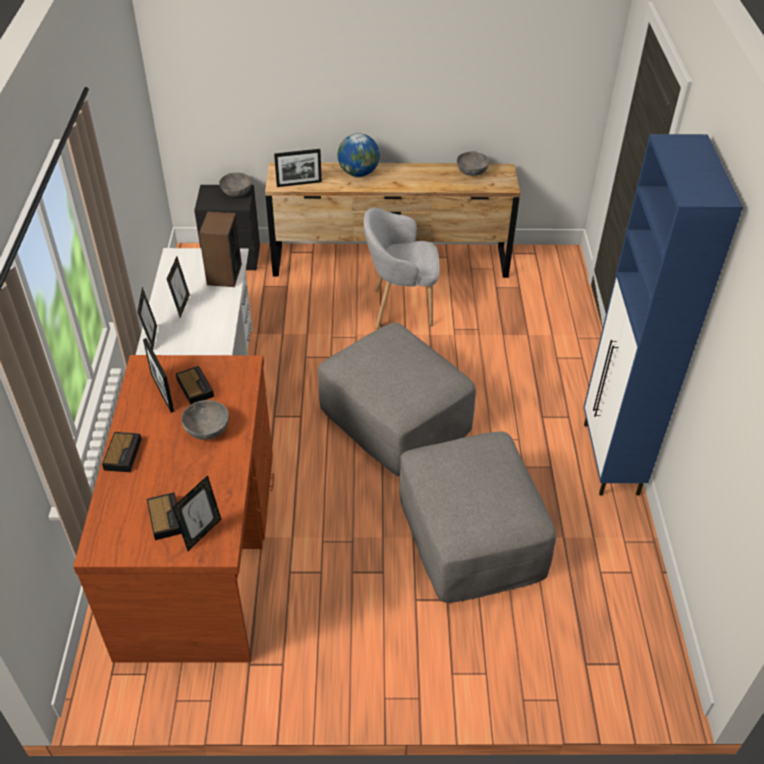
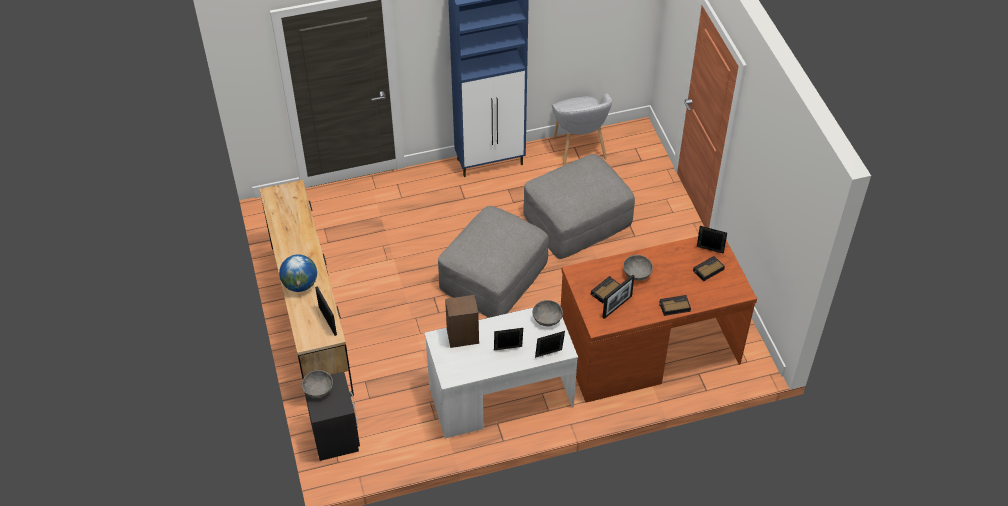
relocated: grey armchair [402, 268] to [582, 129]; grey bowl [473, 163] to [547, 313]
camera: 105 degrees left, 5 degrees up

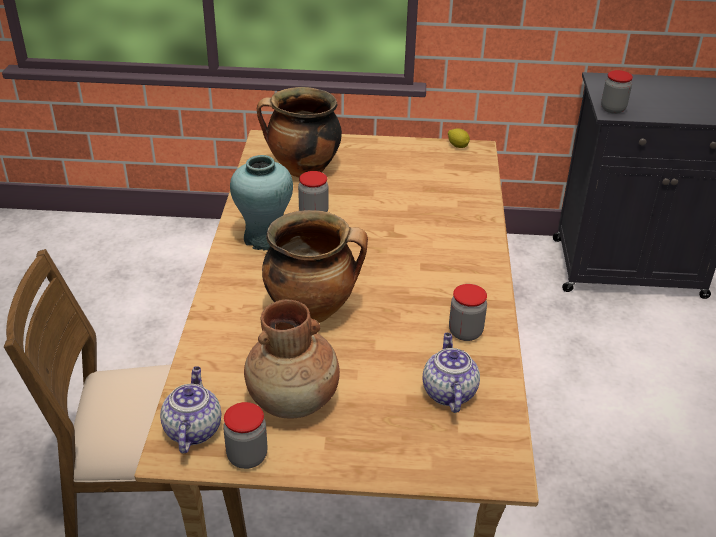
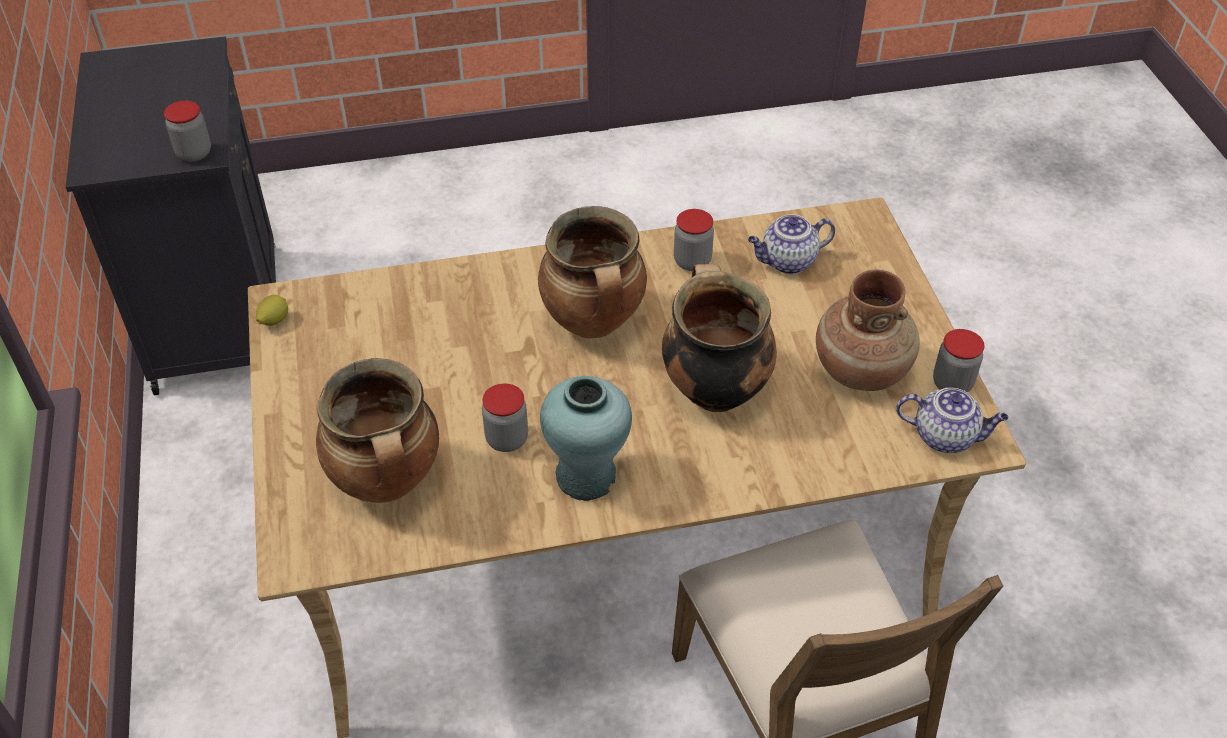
appeared: cooking pot [592, 272]
spun: teapot [190, 410] = [952, 420] 150 degrees counterclockwise
camera: 105 degrees left, 10 degrees up

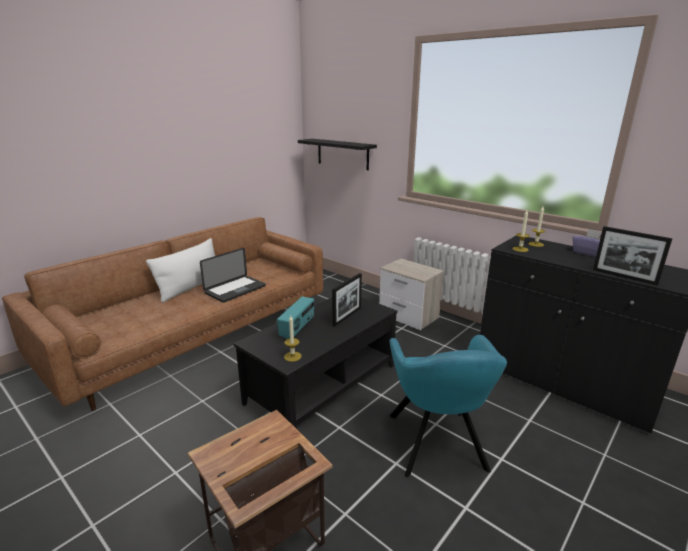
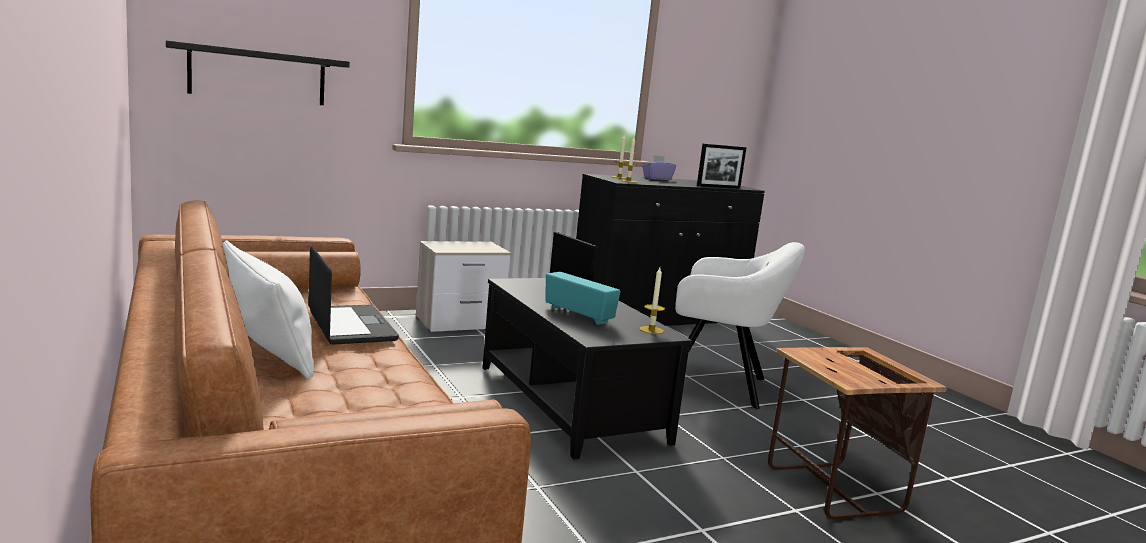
colour: turquoise armchair [448, 406] to white armchair [740, 325]
camera: 70 degrees left, 10 degrees down

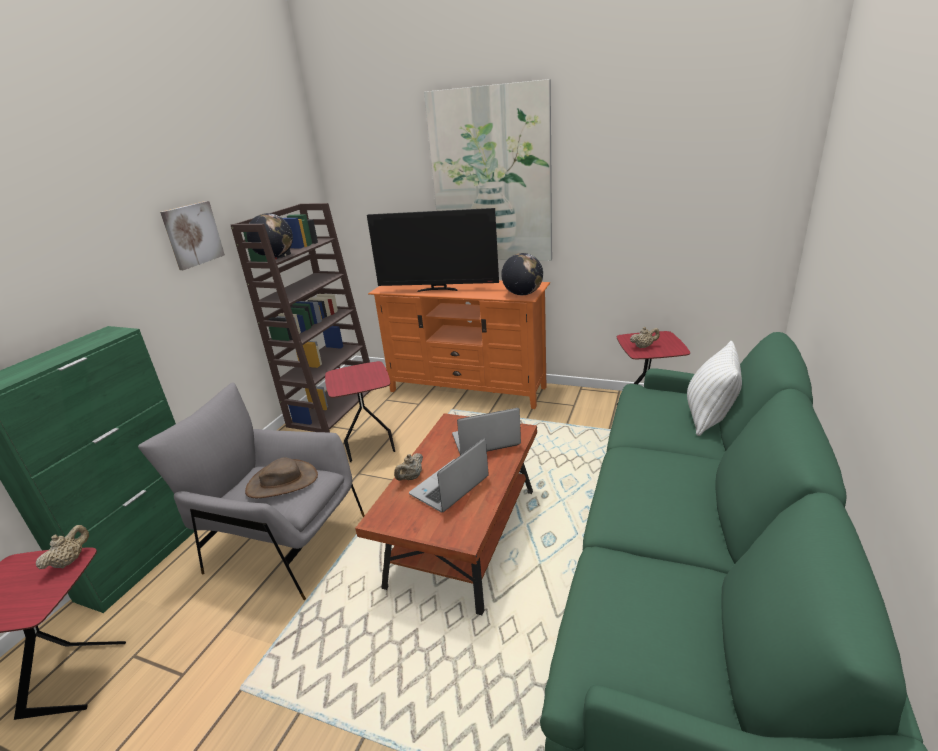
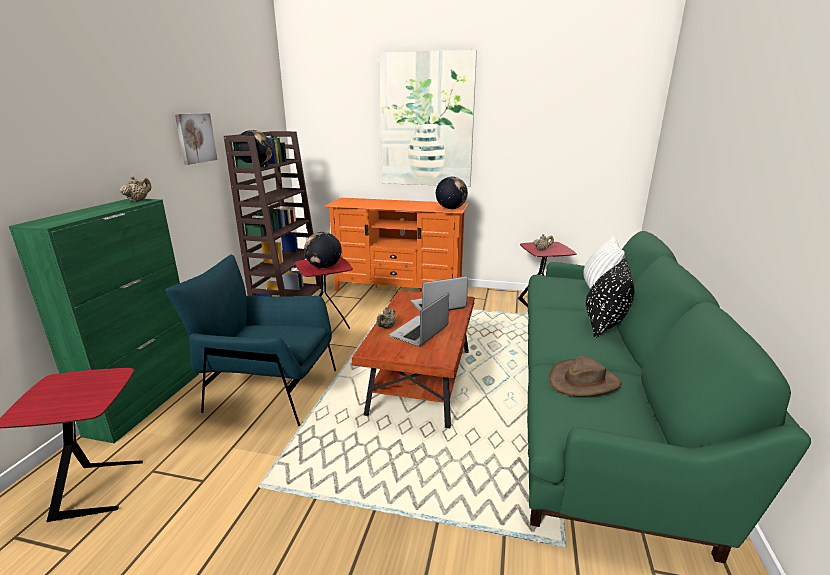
missing: television [433, 250]
appeared: globe [323, 250]; black pillow [610, 298]
relocated: beige teapot [62, 547] to [135, 189]; brown hat [281, 478] to [585, 376]
colour: grey armchair [251, 491] to blue armchair [250, 340]
camera: 10 degrees left, 5 degrees down

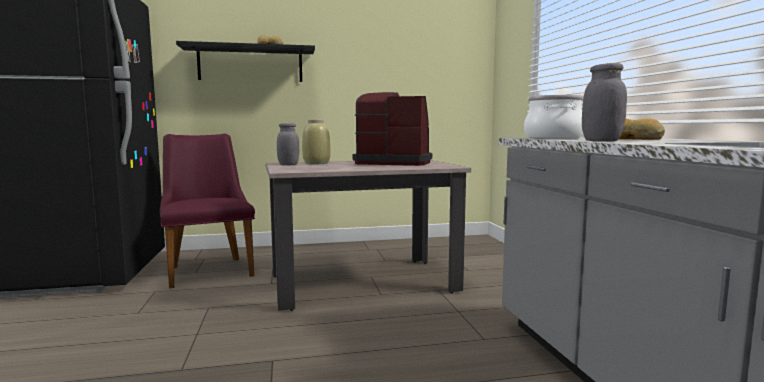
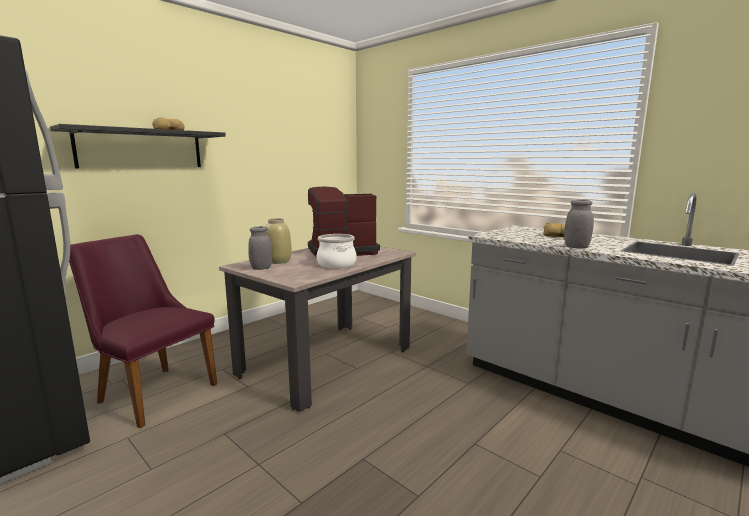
relocated: cooking pot [554, 117] to [337, 251]
camera: 35 degrees left, 5 degrees up

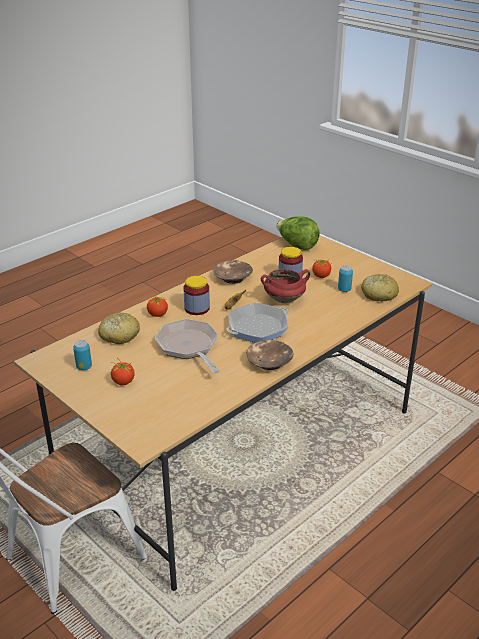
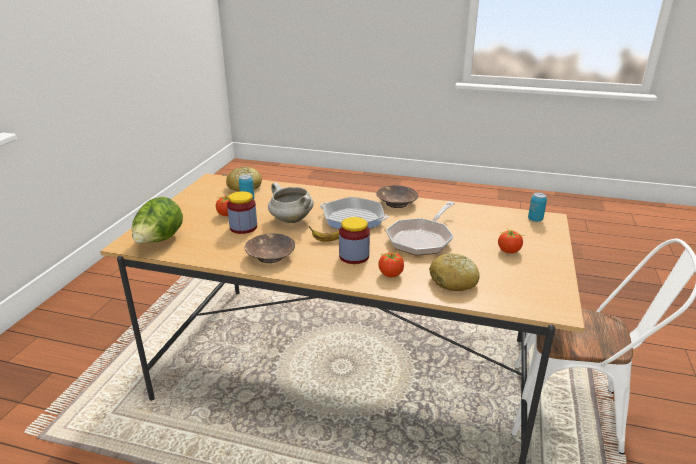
relocated: can [82, 355] to [537, 207]
colour: red cooking pot [285, 286] to white cooking pot [291, 203]
camera: 120 degrees left, 5 degrees down

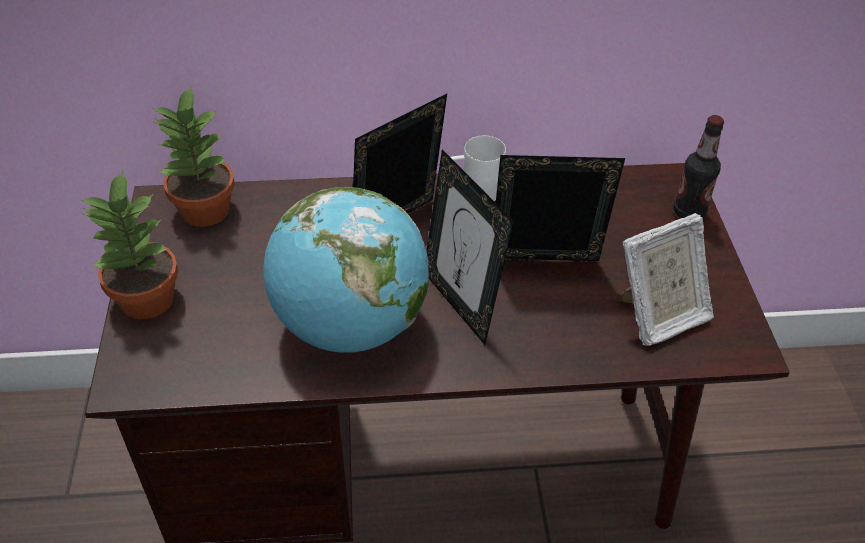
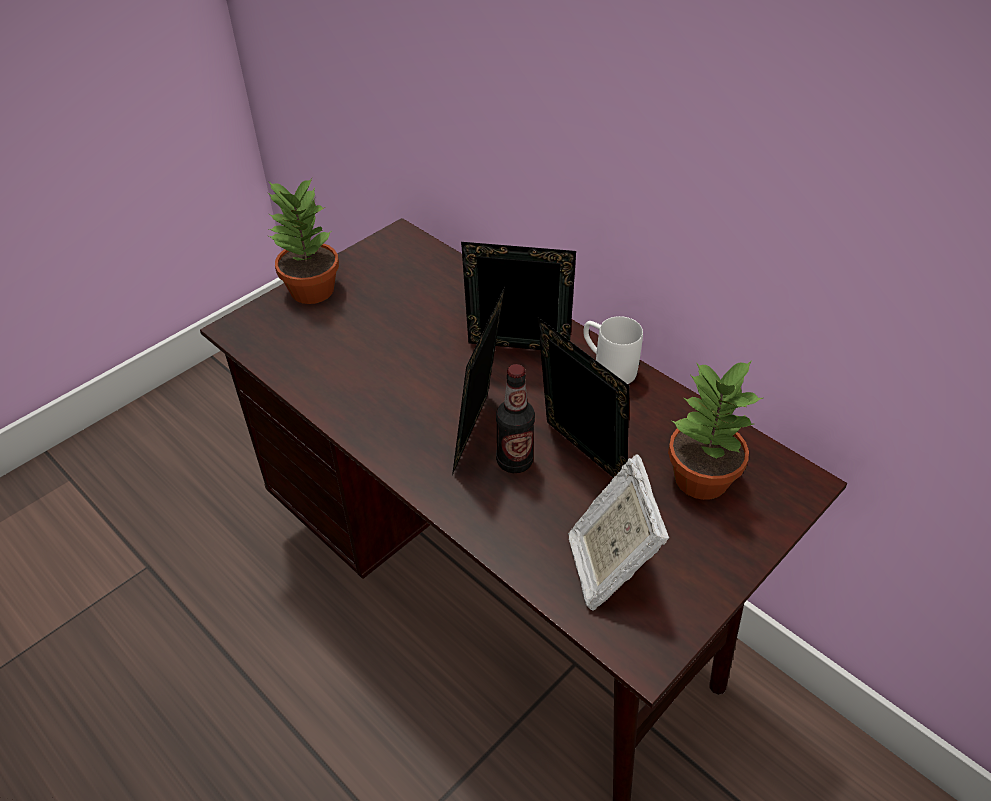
missing: globe [346, 270]
relocated: potted plant [194, 156] to [715, 430]; bottle [699, 166] to [515, 418]
spun: picture frame [666, 279] = [618, 532] 60 degrees clockwise
camera: 50 degrees right, 0 degrees up

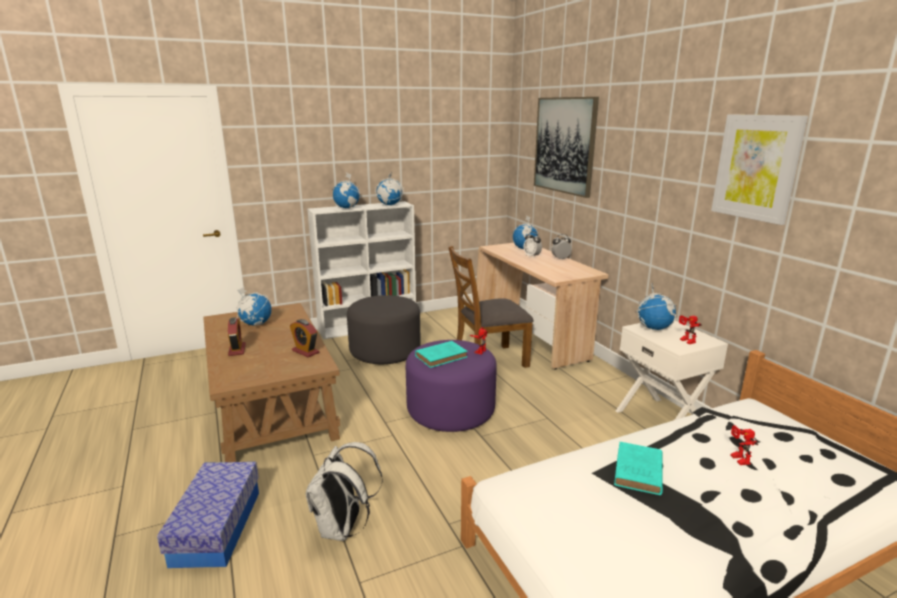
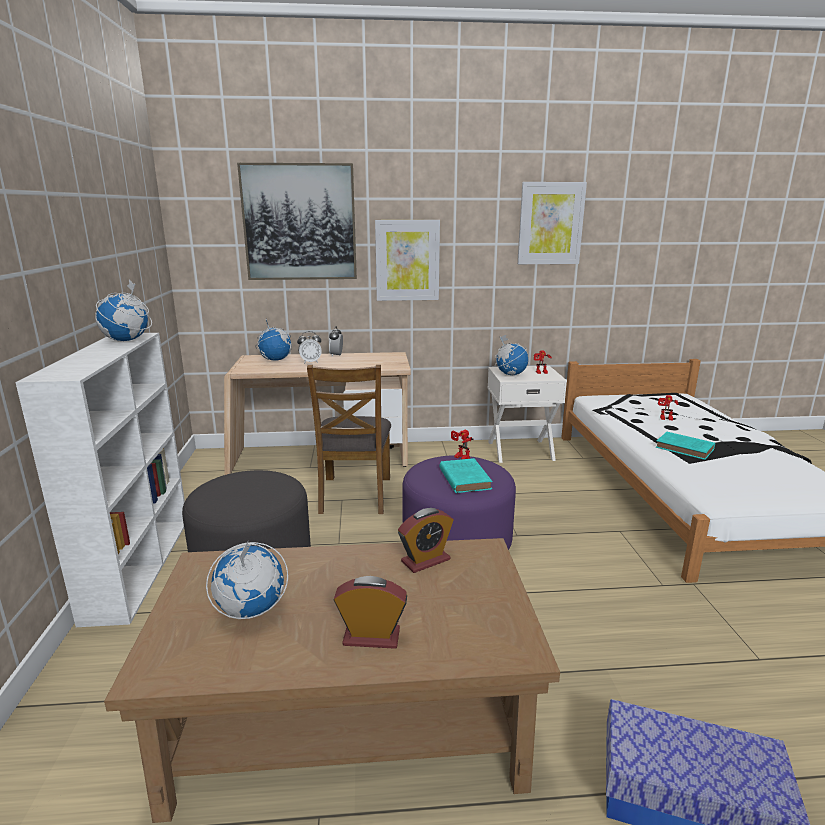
missing: white backpack [344, 491]; globe [346, 190]
appeared: picture [407, 260]
camera: 70 degrees left, 0 degrees up

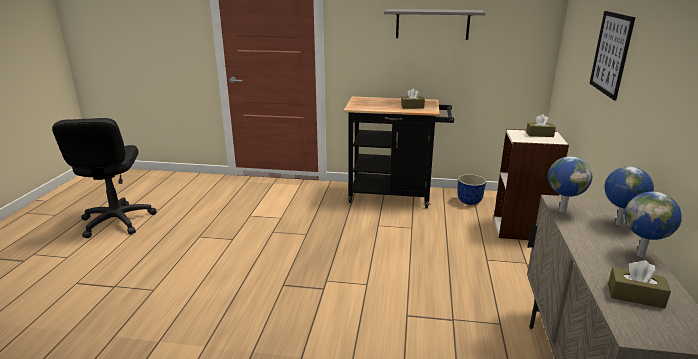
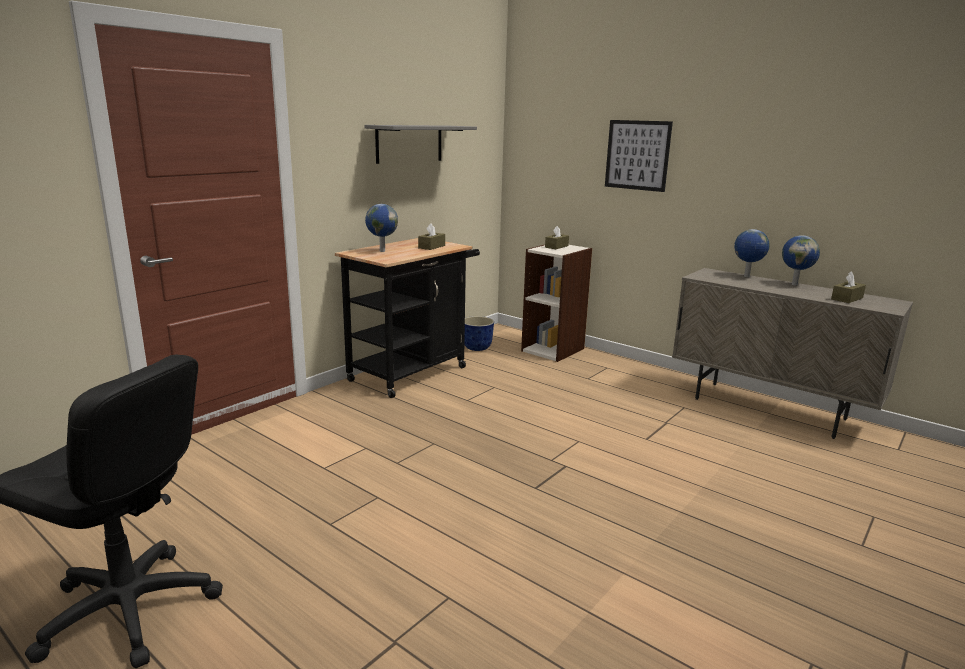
relocated: globe [570, 184] to [381, 228]
camera: 60 degrees left, 5 degrees down

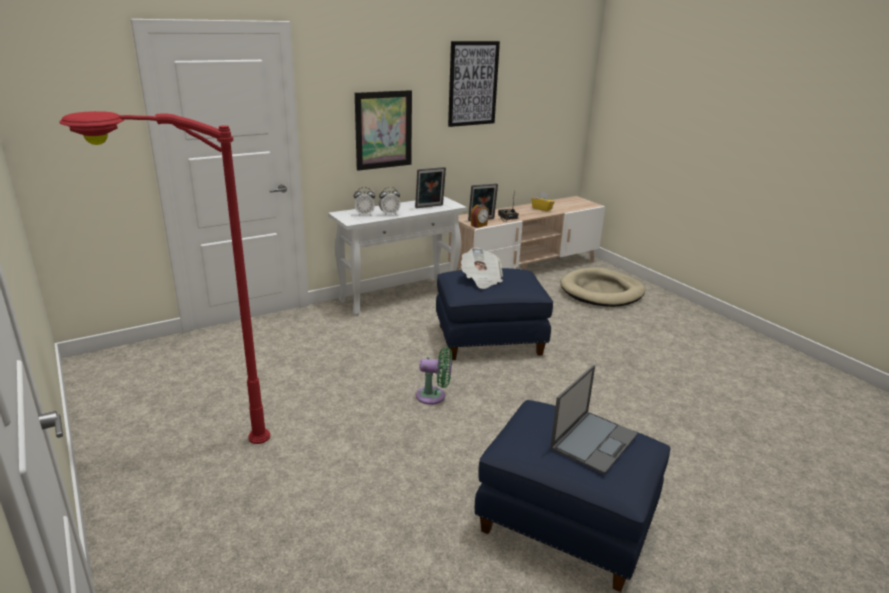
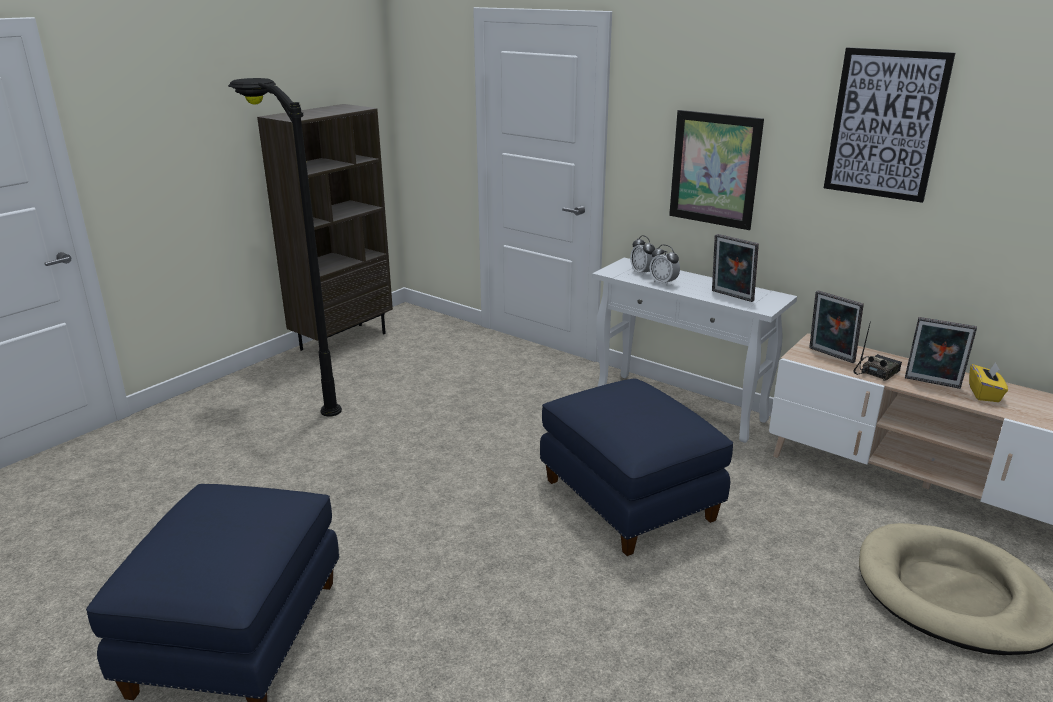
missing: green fan [434, 376]; newspaper [482, 268]; alarm clock [479, 216]; laptop [594, 420]
appeared: brown bookcase [325, 227]; picture frame [941, 353]
colour: red floor lamp [164, 277] to black floor lamp [285, 247]
camera: 70 degrees right, 0 degrees up

